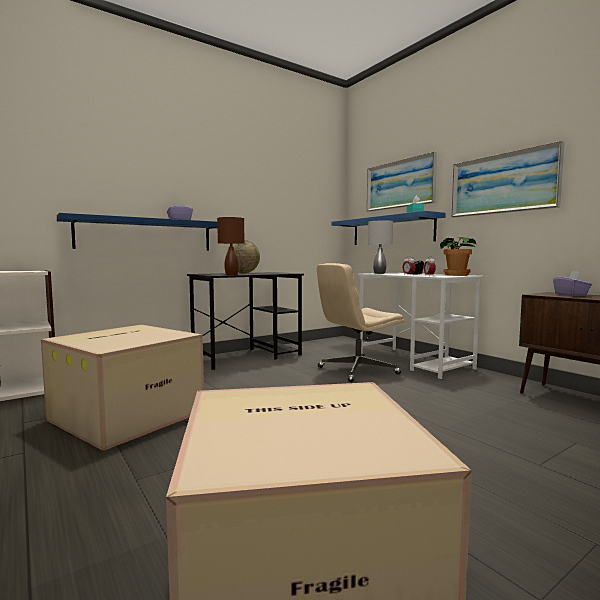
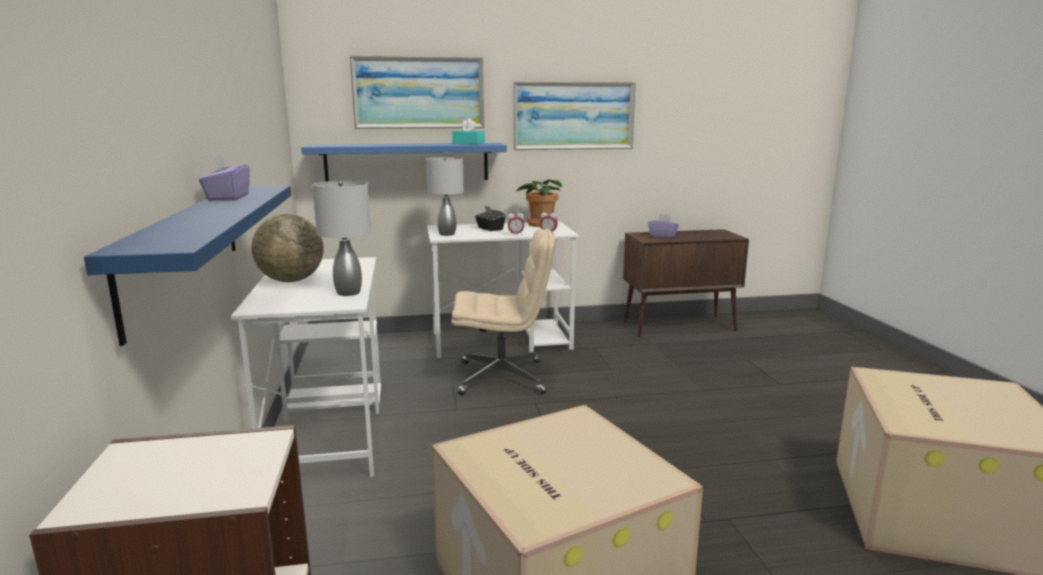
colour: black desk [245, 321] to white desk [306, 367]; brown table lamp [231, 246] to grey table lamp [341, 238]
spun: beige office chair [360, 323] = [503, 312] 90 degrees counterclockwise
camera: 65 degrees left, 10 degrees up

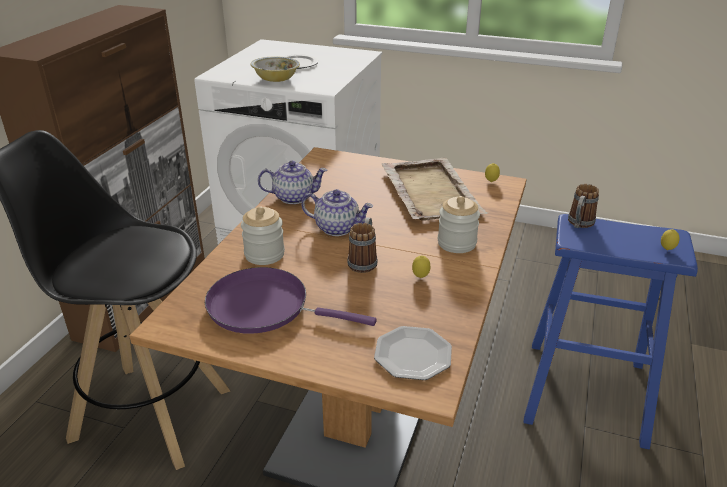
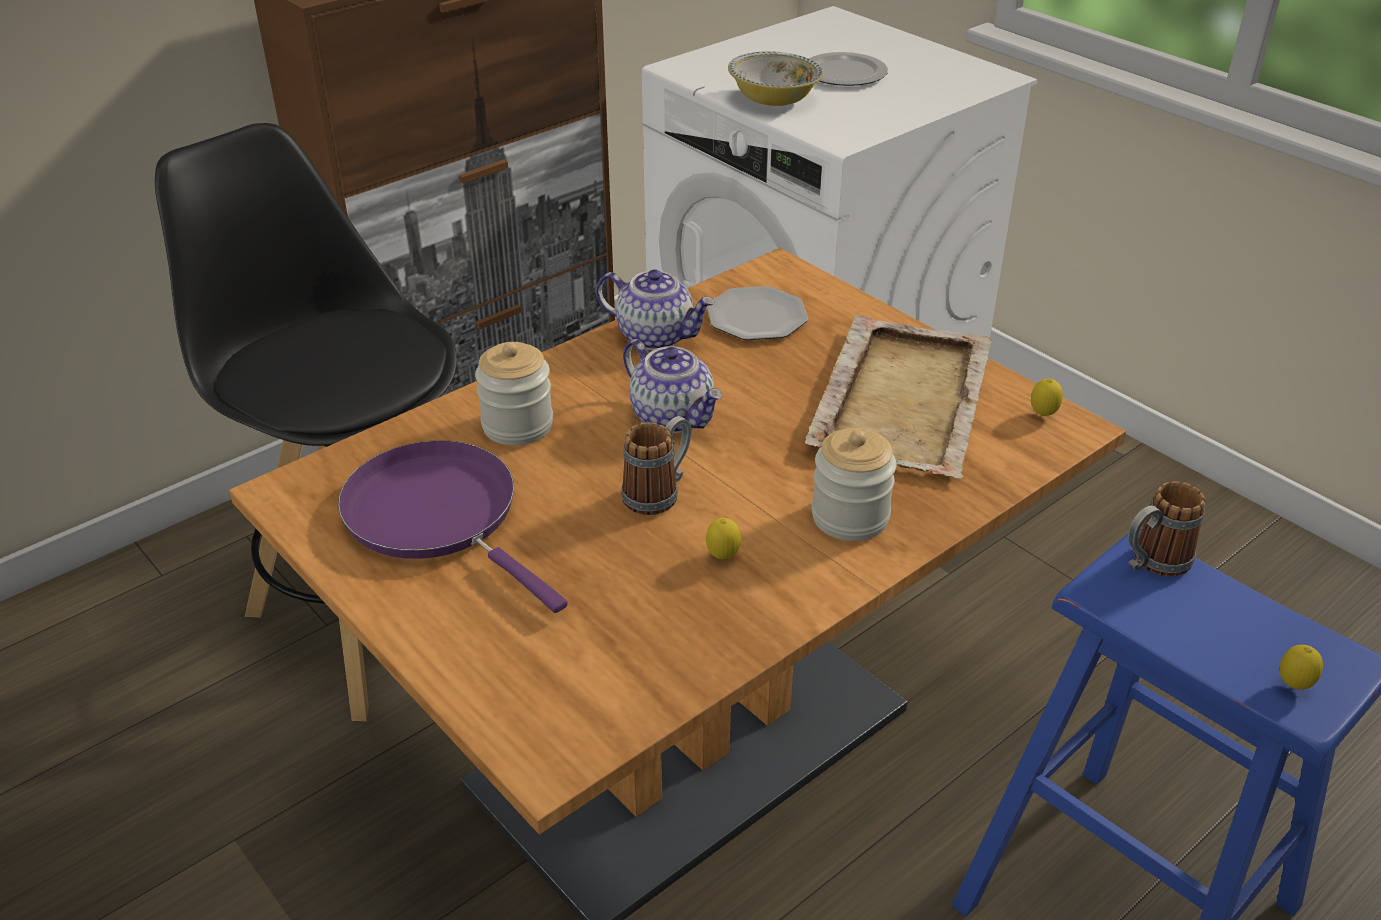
relocated: plate [413, 353] to [757, 313]
camera: 30 degrees right, 5 degrees up

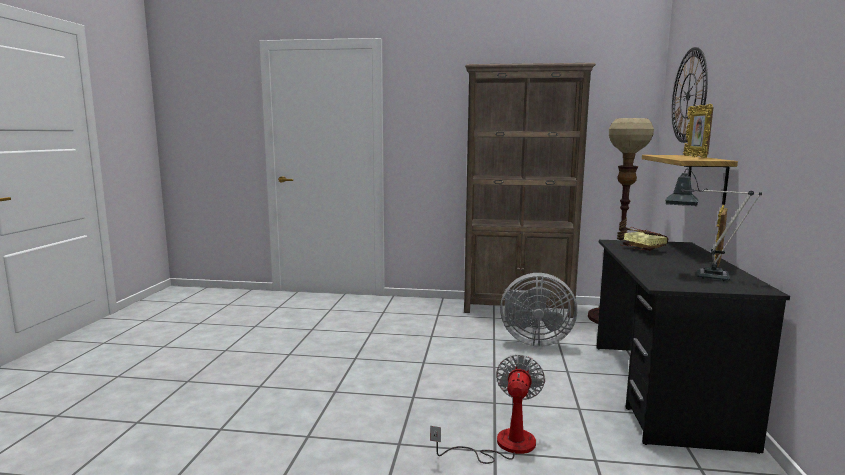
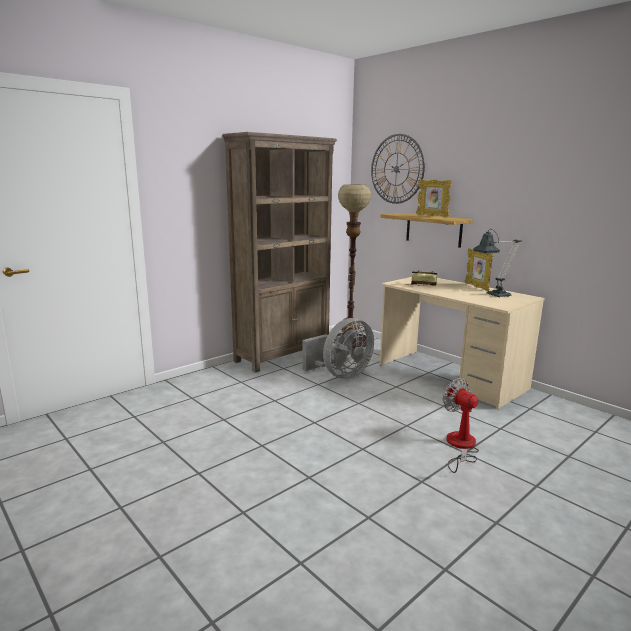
colour: black desk [693, 347] to beige desk [462, 343]
camera: 50 degrees left, 5 degrees up

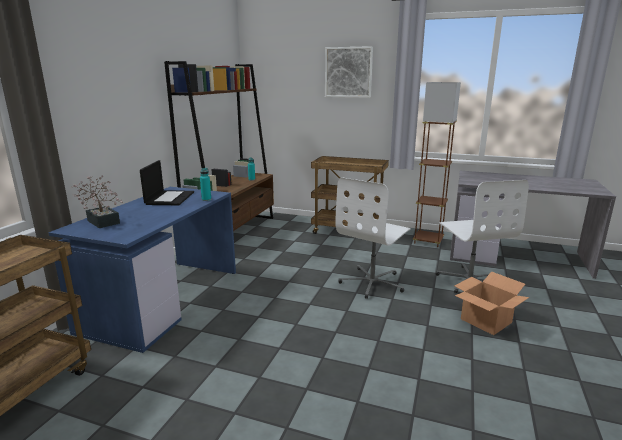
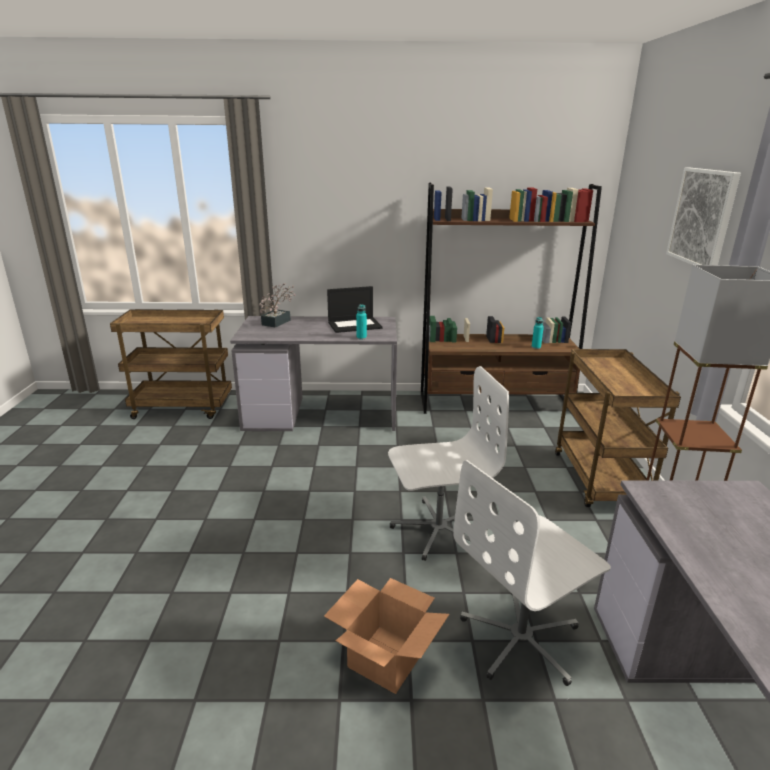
colour: blue desk [142, 270] to grey desk [313, 373]
spun: white office chair [373, 238] = [448, 463] 150 degrees clockwise
camera: 70 degrees right, 5 degrees up

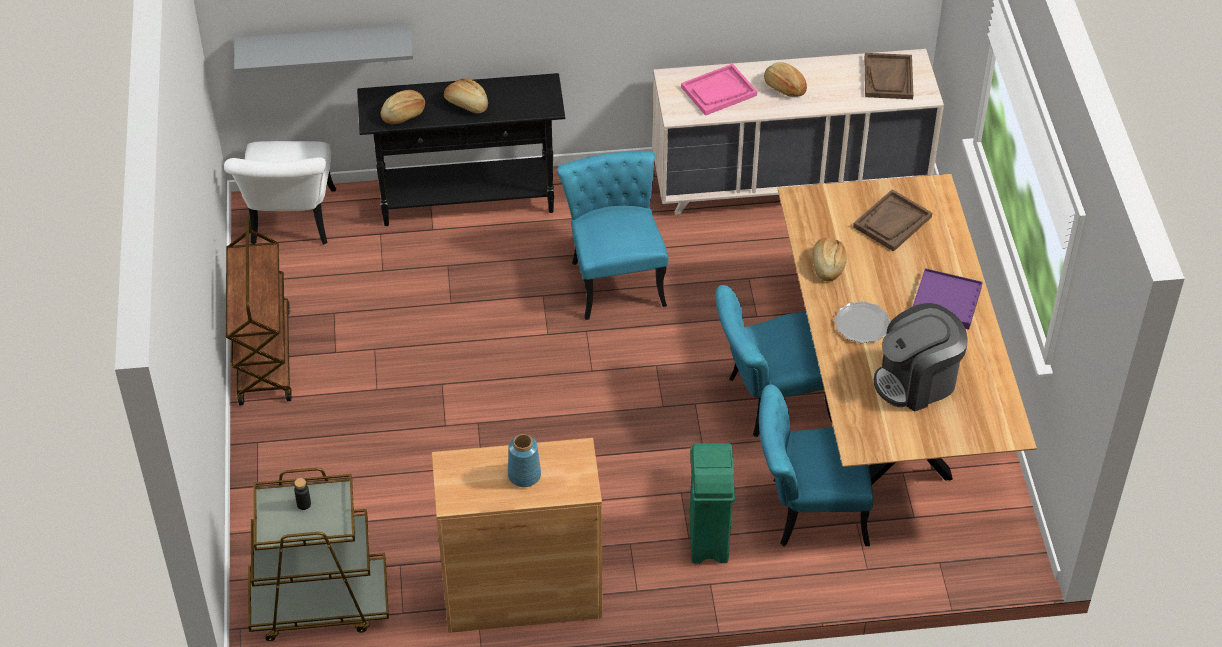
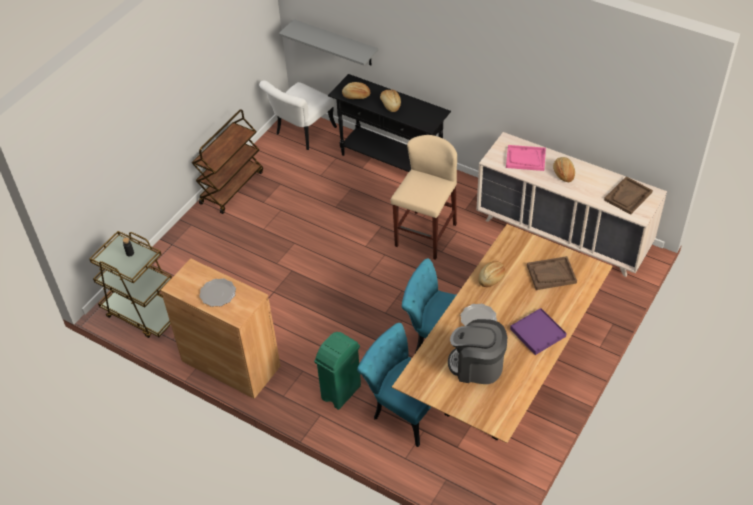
exchanged: blue vase [524, 460] to plate [217, 292]; turquoise chair [612, 235] to beige stool [424, 197]
camera: 40 degrees right, 0 degrees up

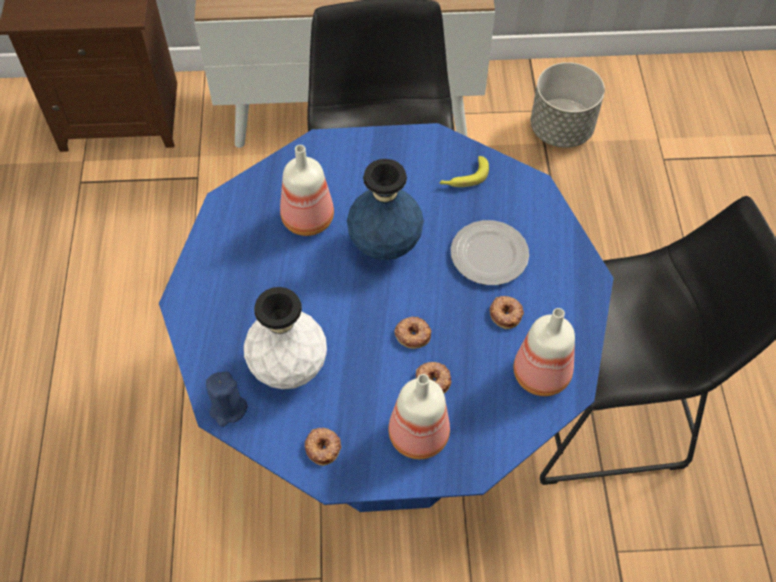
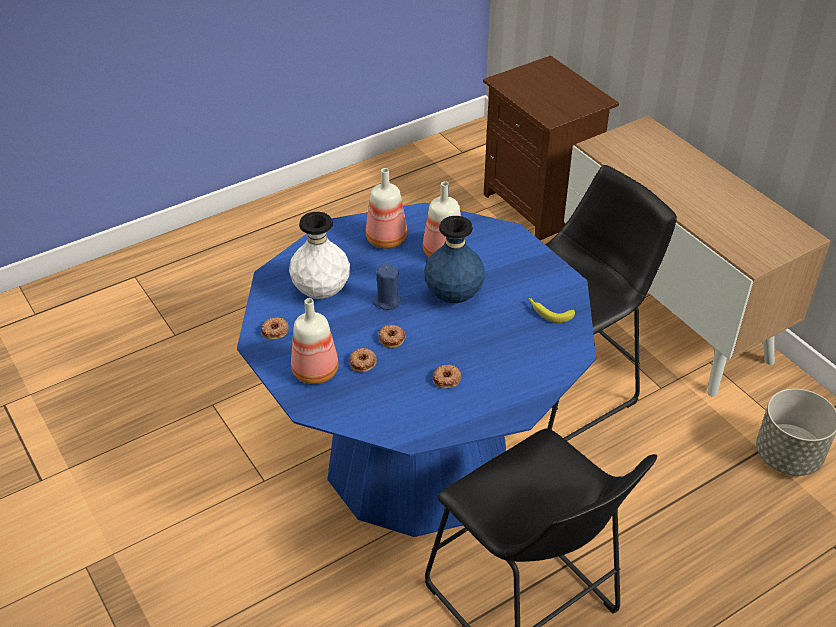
missing: plate [490, 252]
relocated: blue candle [227, 399] to [387, 286]; bottle [544, 352] to [386, 208]
camera: 60 degrees right, 15 degrees down

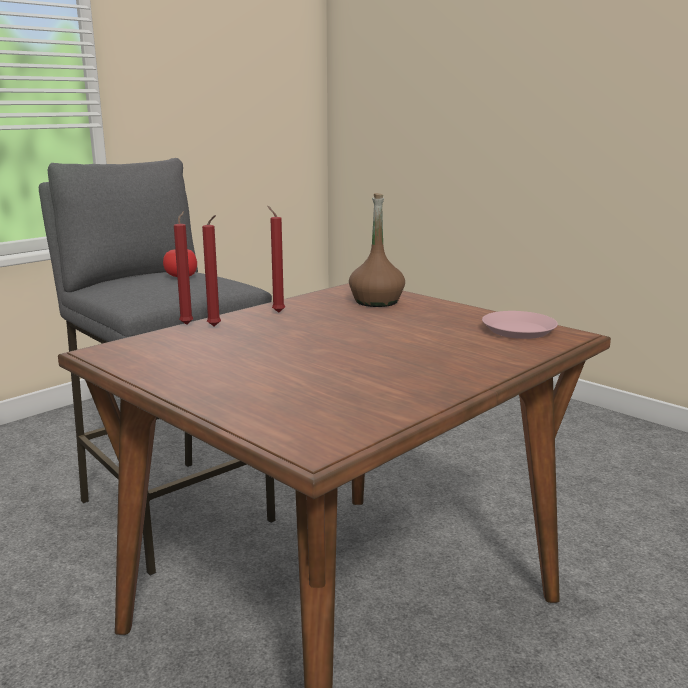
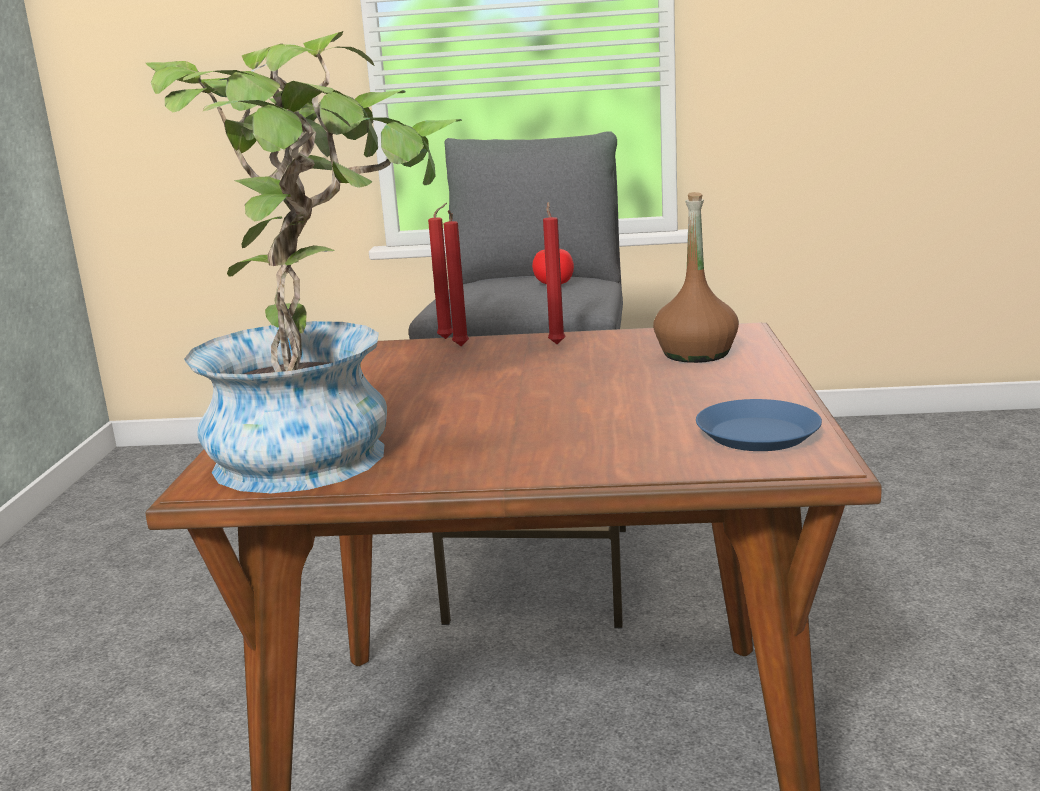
appeared: potted plant [304, 262]
colour: pink plate [520, 325] to blue plate [759, 425]
camera: 50 degrees right, 0 degrees up

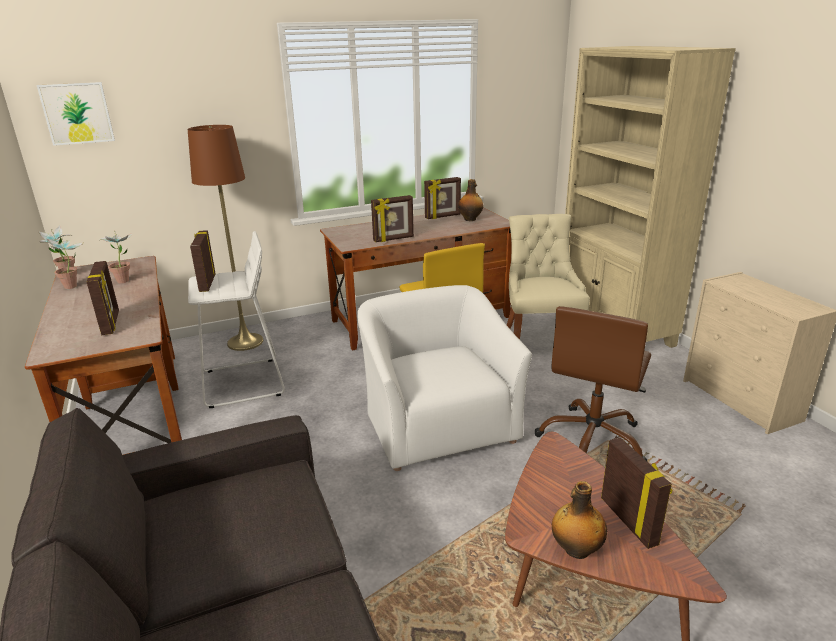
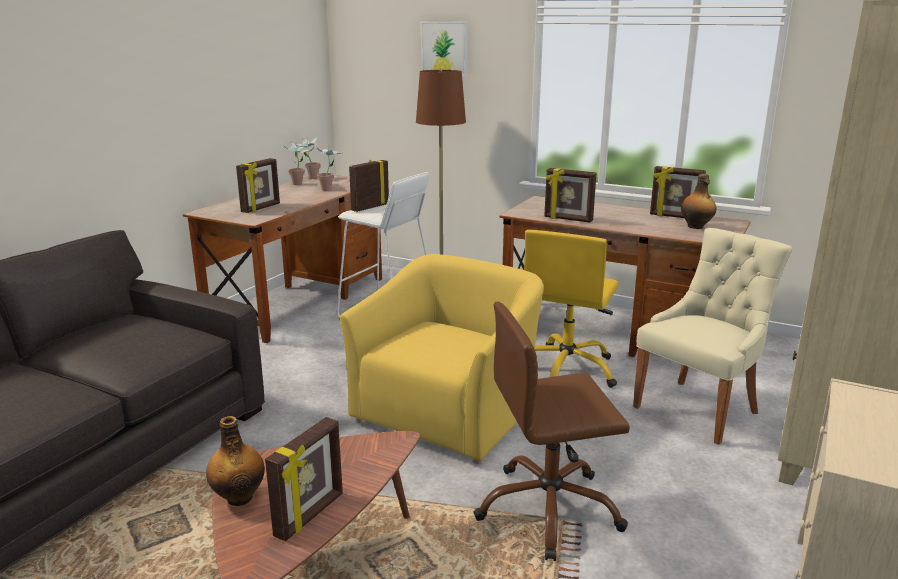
relocated: picture [76, 114] to [444, 48]
colour: white armchair [444, 378] to yellow armchair [441, 359]
camera: 50 degrees right, 5 degrees down

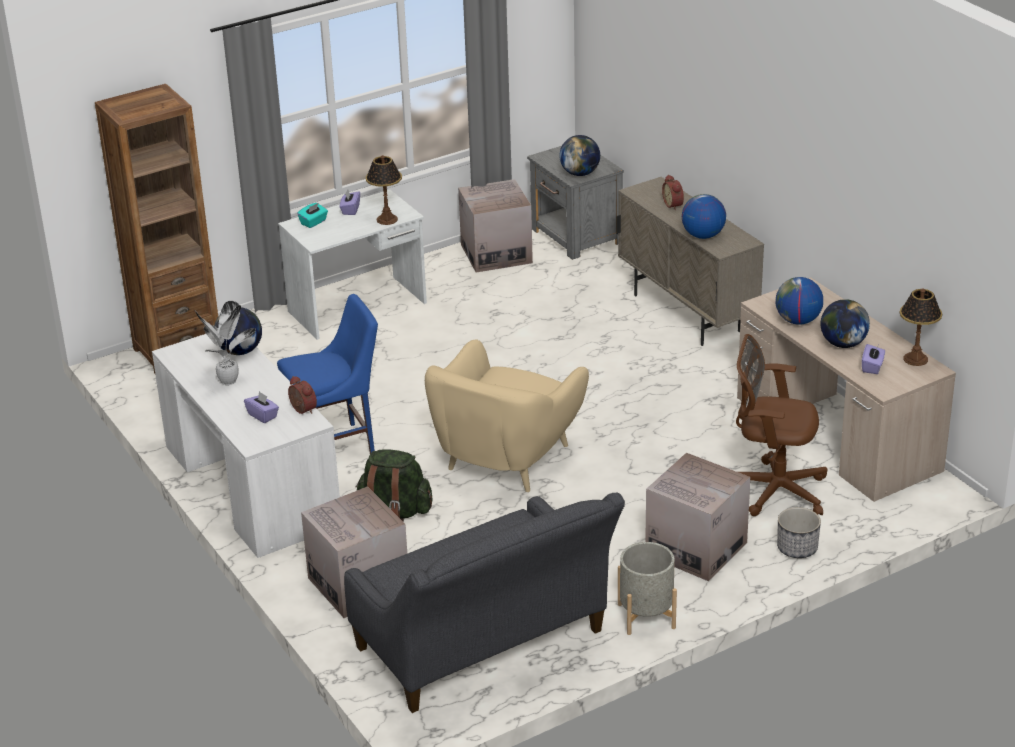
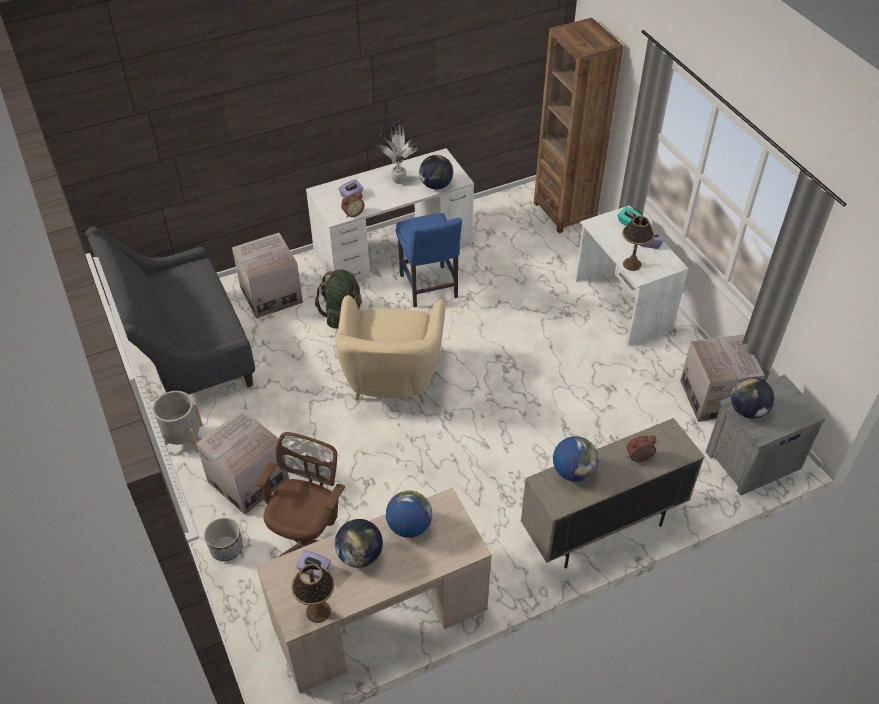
spun: beige armchair [507, 416] = [390, 349] 120 degrees counterclockwise
camera: 95 degrees right, 15 degrees up

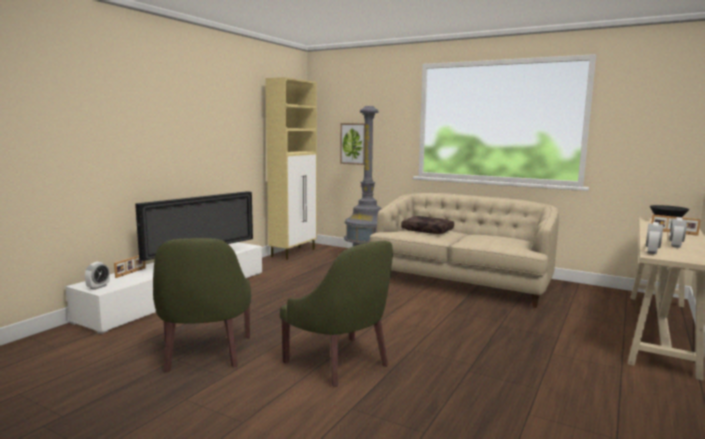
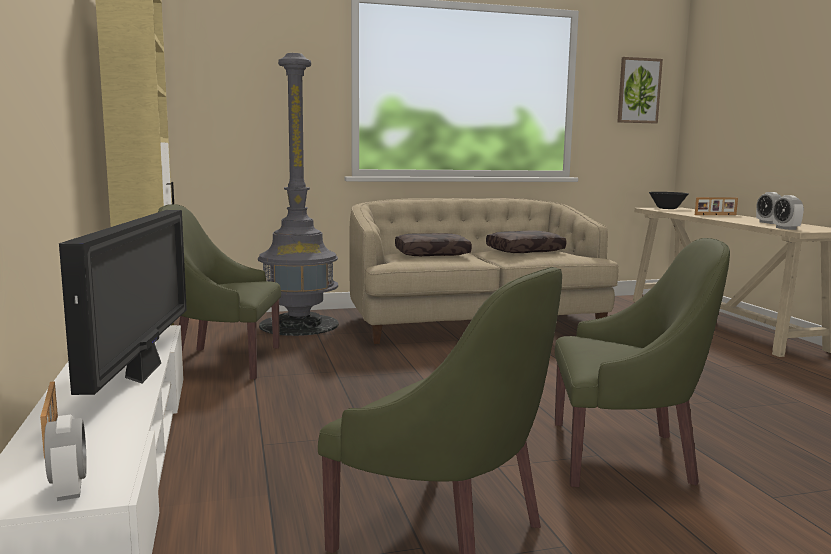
appeared: green armchair [219, 291]; brown pillow [526, 241]
relocated: picture [352, 144] to [640, 90]
camera: 45 degrees left, 0 degrees up

